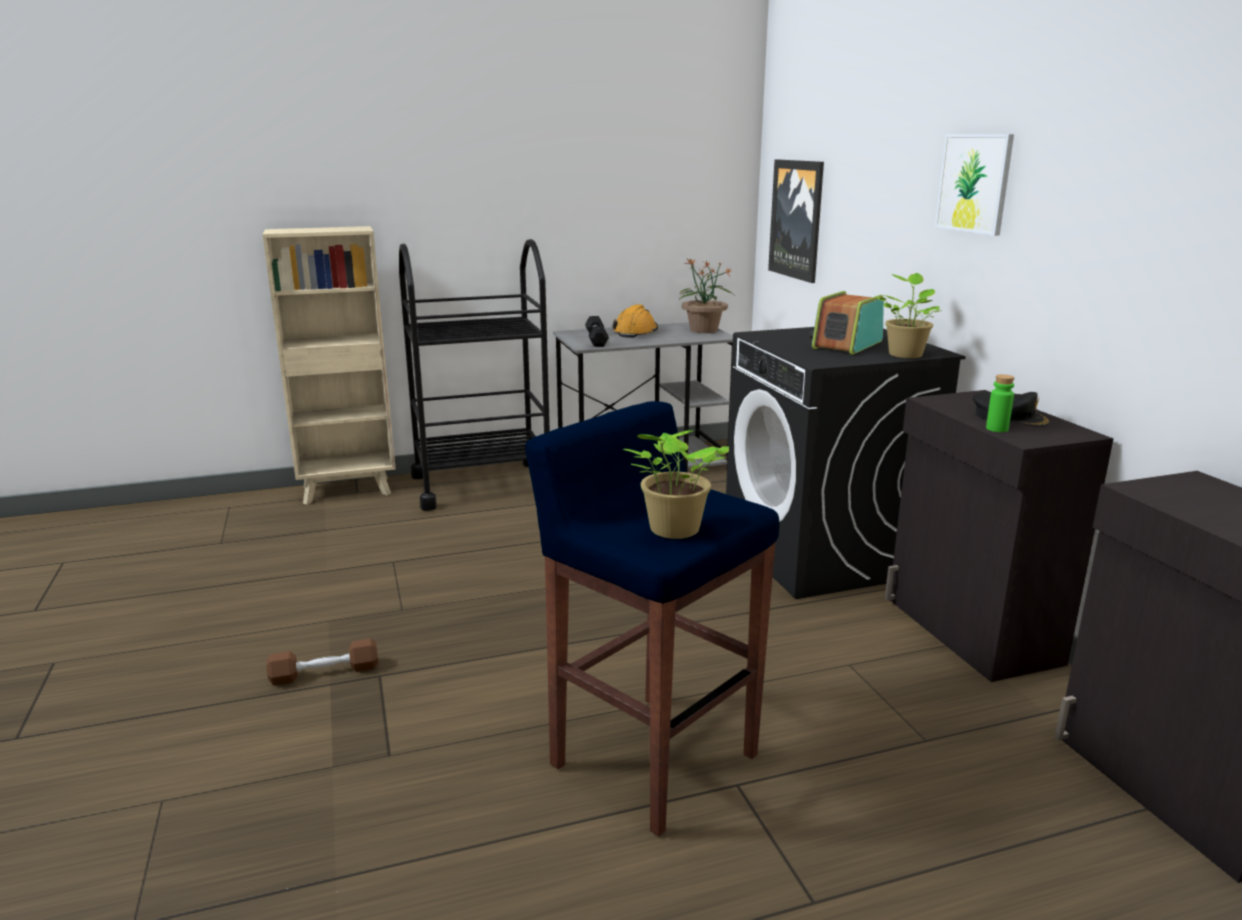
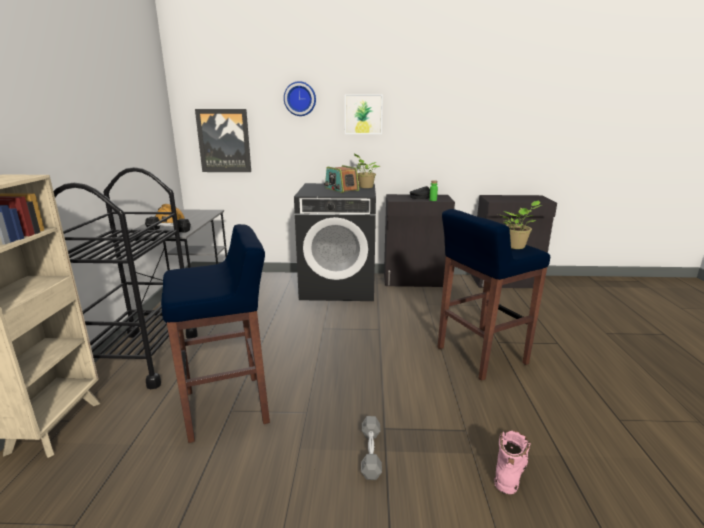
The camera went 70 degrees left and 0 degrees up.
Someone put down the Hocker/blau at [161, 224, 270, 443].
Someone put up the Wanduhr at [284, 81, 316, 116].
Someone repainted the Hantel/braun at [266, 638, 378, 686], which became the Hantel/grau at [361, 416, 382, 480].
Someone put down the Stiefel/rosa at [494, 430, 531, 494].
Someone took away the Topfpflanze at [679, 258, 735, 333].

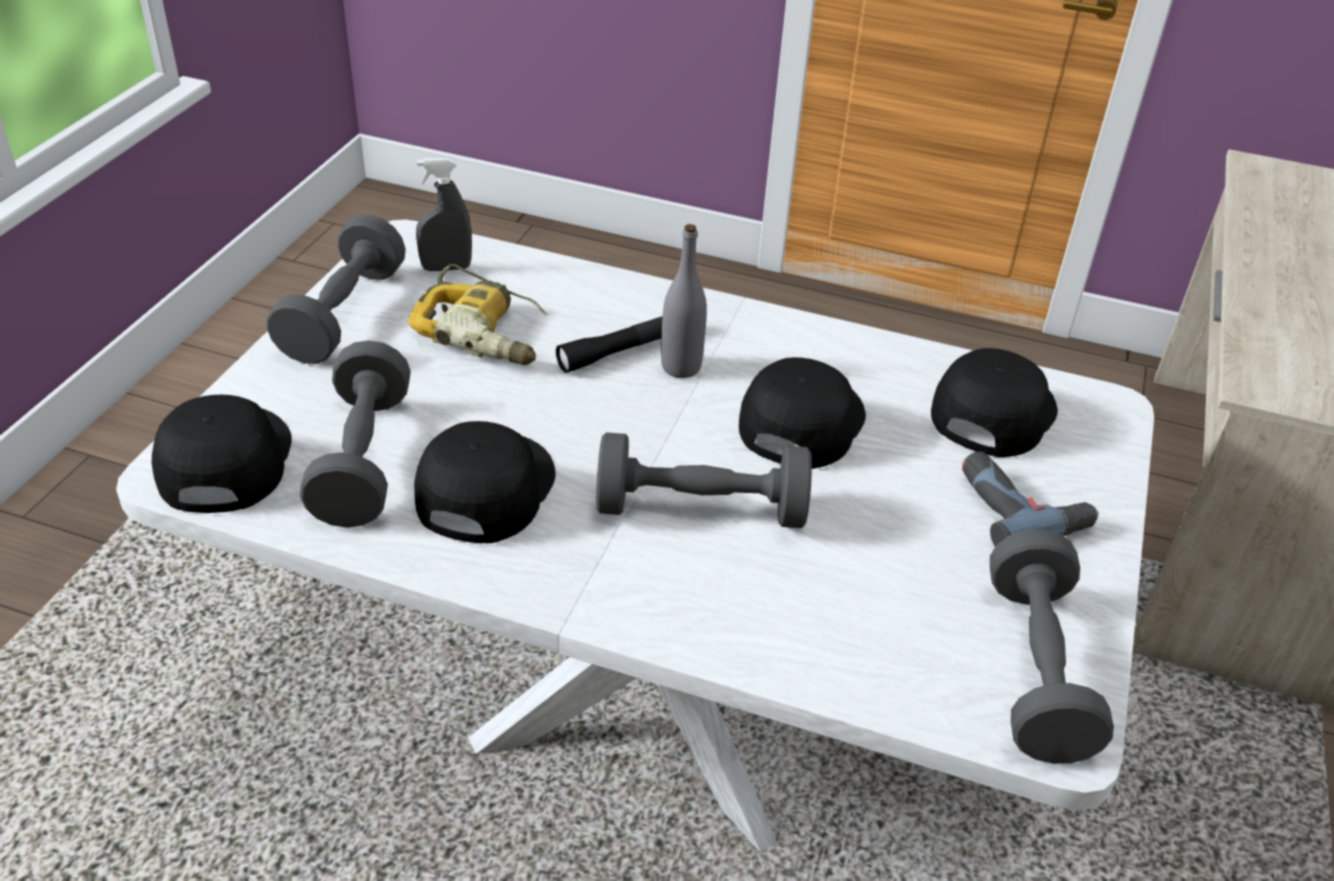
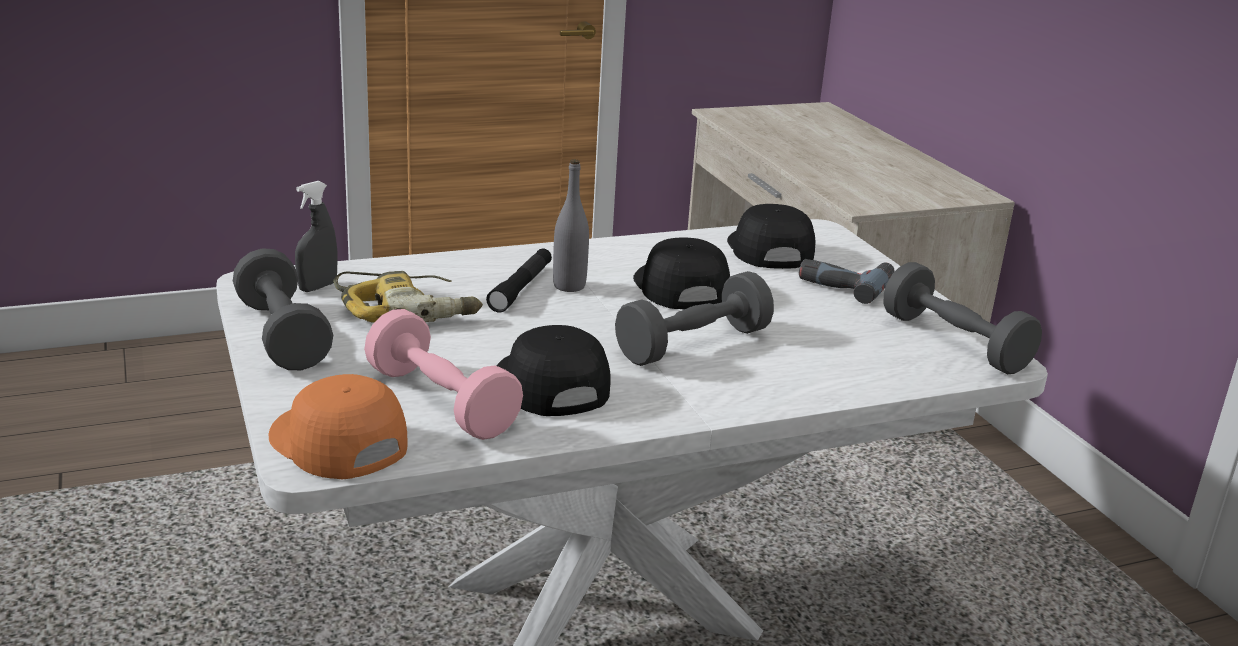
The camera went 40 degrees left and 15 degrees down.
Someone repainted the Kappe/schwarz at [152, 395, 292, 513], which became the Kappe/orange at [269, 374, 407, 479].
Someone repainted the Hantel/grau at [300, 340, 411, 528], which became the Hantel/rosa at [364, 309, 523, 440].

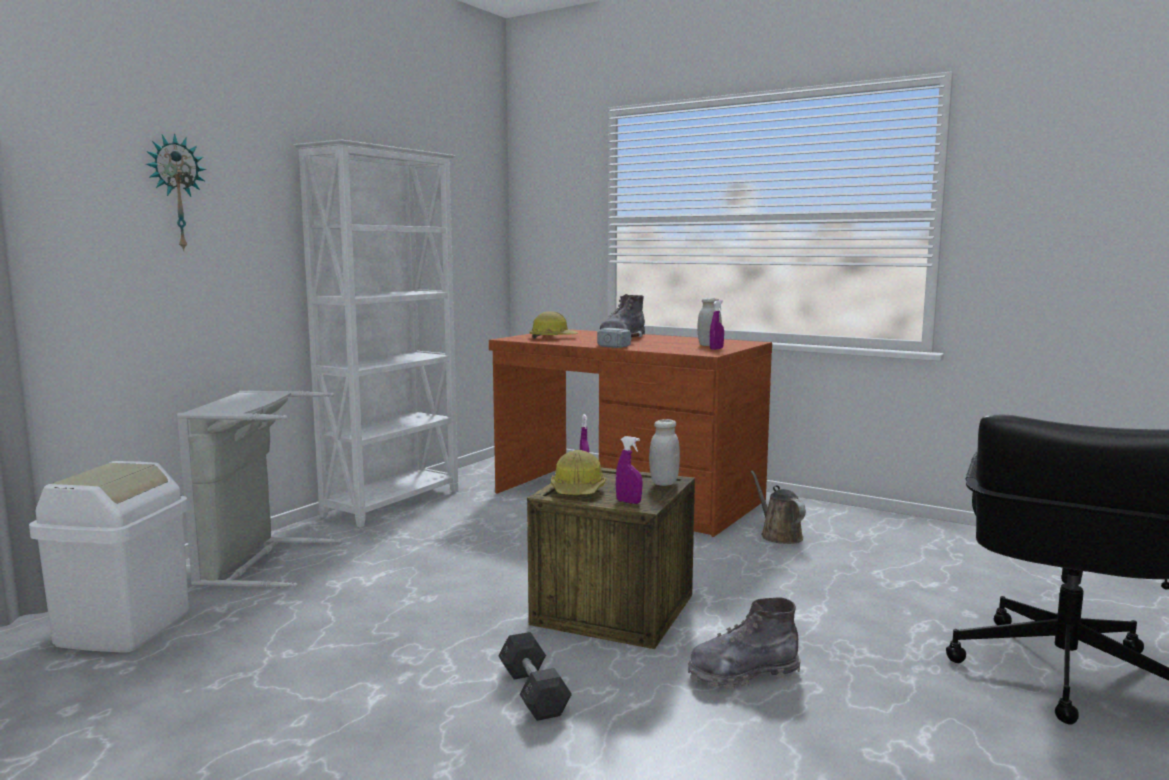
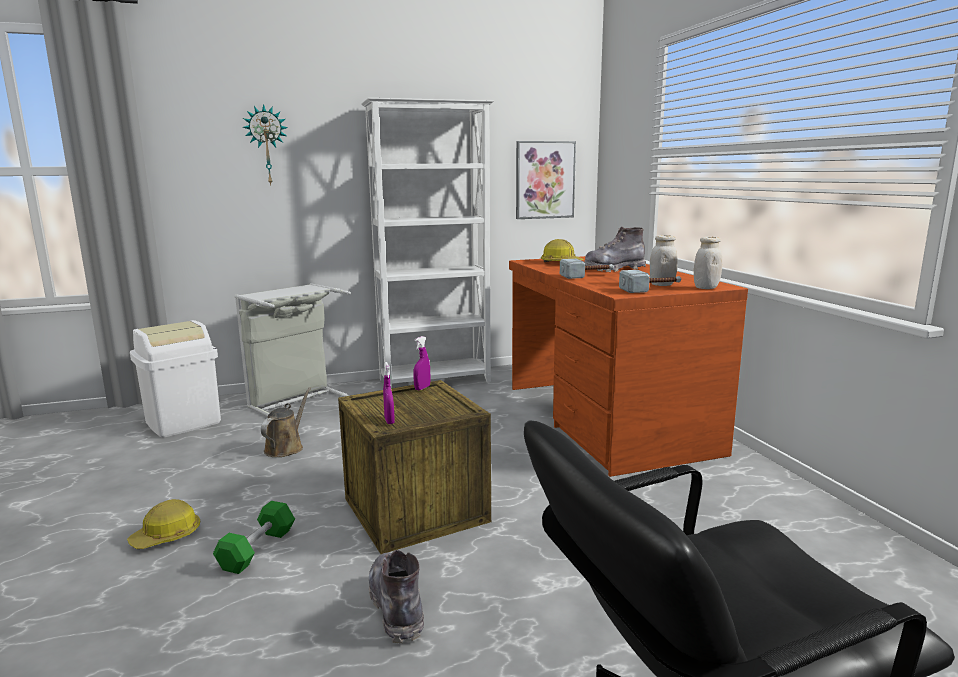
The camera went 40 degrees right and 5 degrees up.
Someone carried the Schutzhelm from [551, 450, 606, 495] to [127, 499, 200, 549].
Someone repainted the Hantel/grau at [498, 632, 572, 721], which became the Hantel/grün at [213, 501, 295, 574].
Someone carried the Gießkanne/braun from [750, 470, 806, 544] to [261, 387, 311, 457].
Someone rotated the Stiefel/grau at [688, 598, 801, 689] by 45 degrees clockwise.
Someone put up the Bild at [516, 141, 576, 219].
Someone swapped the Sprühflasche/lila at [710, 300, 724, 350] for the Hammer at [619, 270, 681, 293].
Someone carried the Vorratsglas/weiß from [649, 419, 680, 486] to [694, 237, 722, 289].

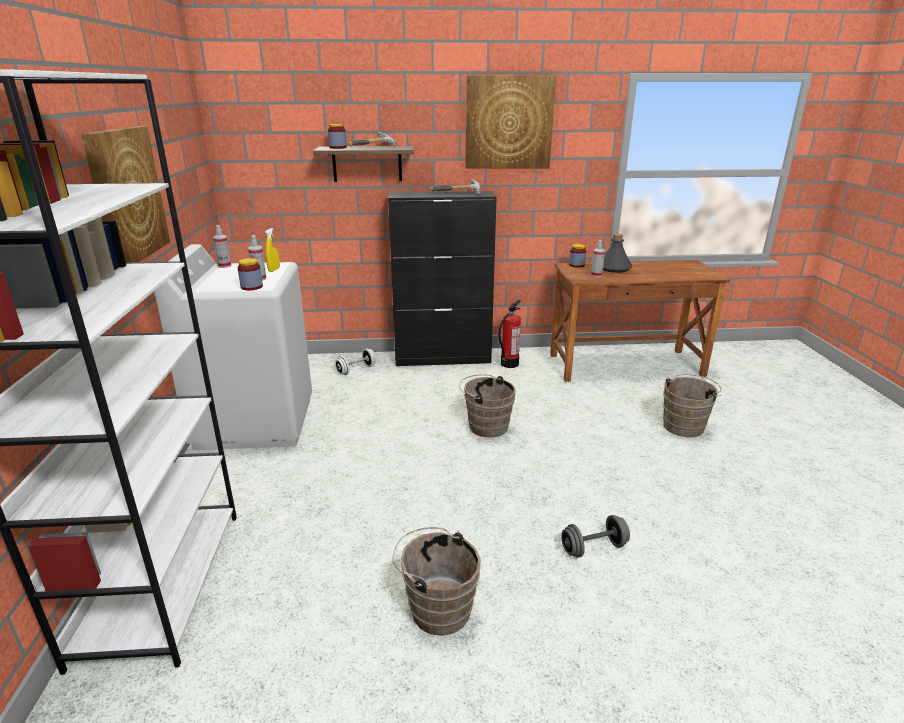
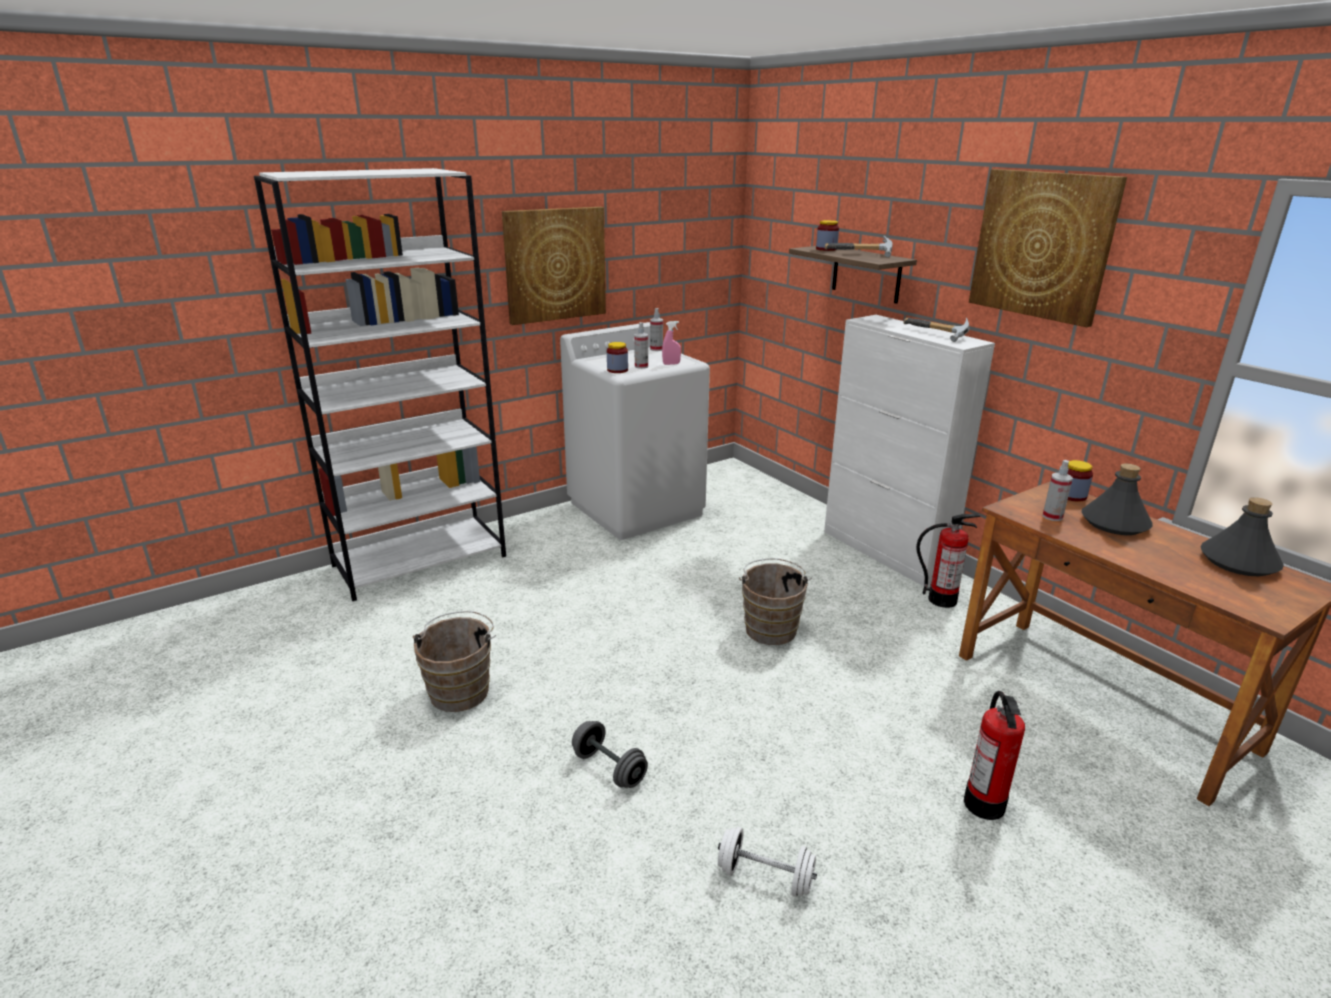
The camera went 60 degrees right and 0 degrees up.
Someone repainted the Sprühflasche/gelb at [265, 228, 280, 272], which became the Sprühflasche/rosa at [662, 321, 681, 365].
Someone carried the Hantel/weiß from [335, 348, 376, 375] to [718, 827, 817, 897].
Someone repainted the Schrank/schwarz at [388, 191, 497, 366], which became the Schrank/weiß at [824, 315, 995, 586].
Someone swapped the Eimer/braun at [663, 374, 722, 437] for the Feuerlöscher at [964, 691, 1025, 820].
Someone put down the Flasche/grau at [1200, 497, 1284, 576].

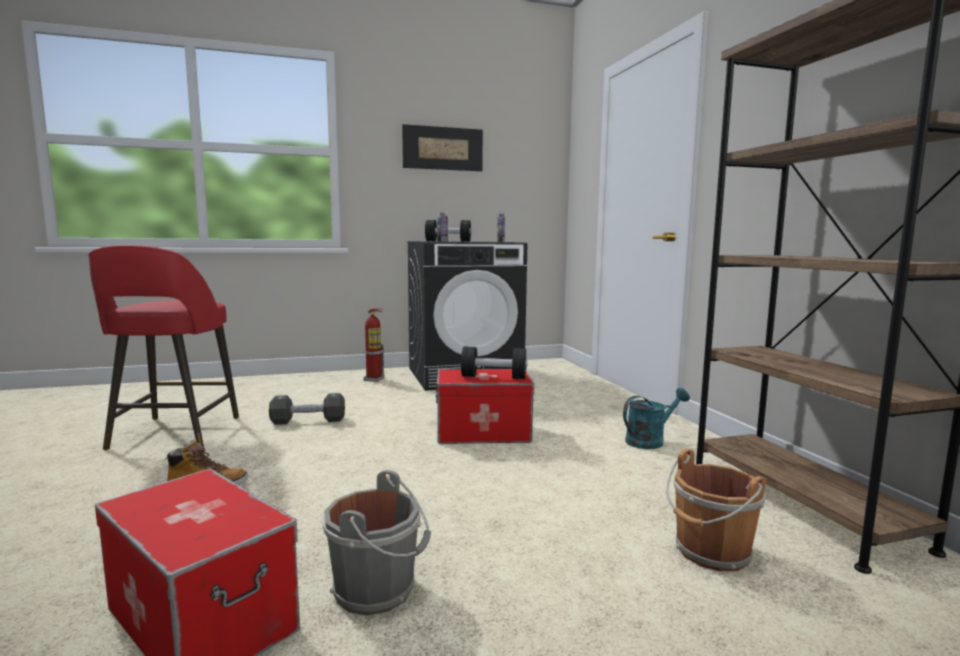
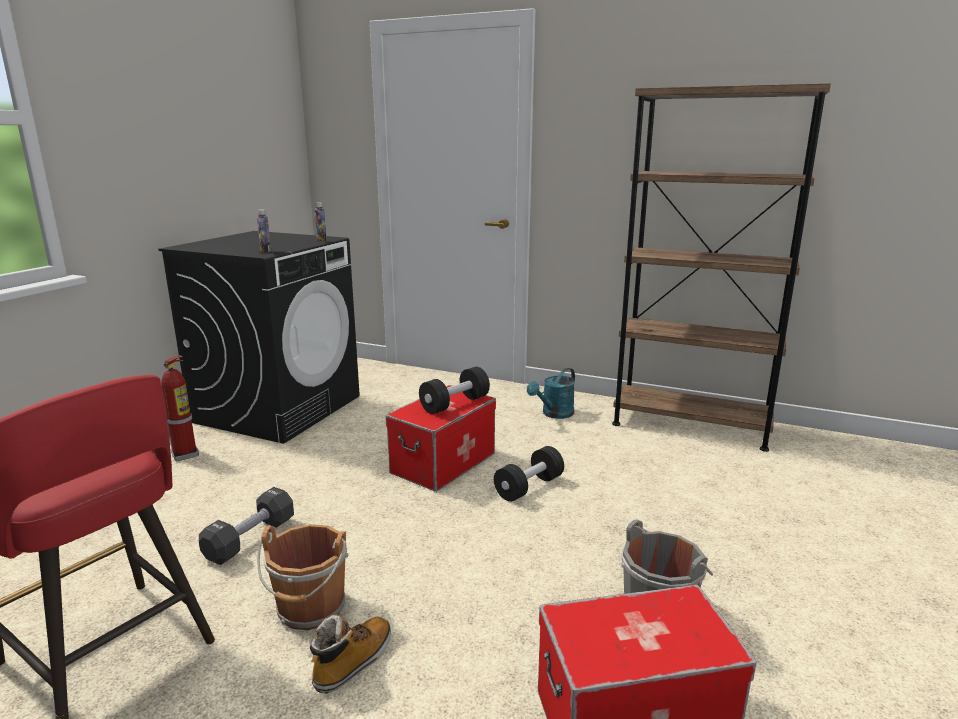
The camera went 50 degrees left and 10 degrees up.
Someone carried the Eimer/braun from [666, 449, 766, 571] to [257, 524, 349, 630].
Someone carried the Hantel/schwarz from [425, 220, 471, 242] to [494, 446, 564, 502].
Someone rotated the Gießkanne/türkis at [623, 388, 690, 449] by 150 degrees counterclockwise.
Someone took away the Bild at [402, 124, 483, 171].

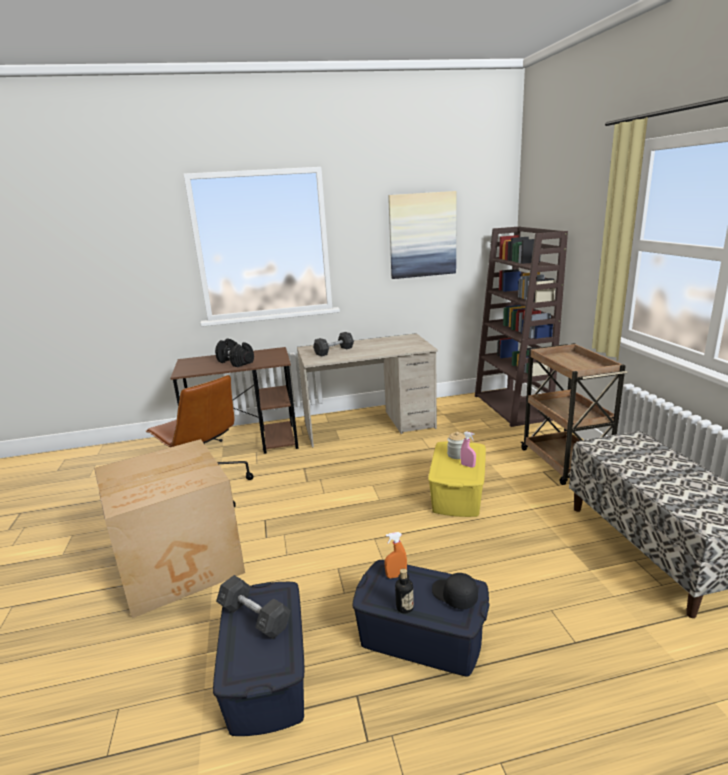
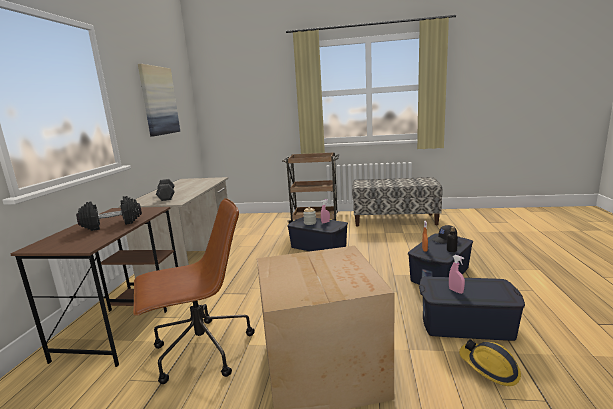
The camera went 70 degrees left and 5 degrees down.
Someone repainted the Aufbewahrungsbox/gelb at [428, 441, 486, 517], which became the Aufbewahrungsbox/blau at [287, 217, 348, 251].
Someone swapped the Hantel/grau at [216, 575, 291, 639] for the Sprühflasche/rosa at [449, 255, 465, 294].
Someone put down the Schutzhelm at [459, 339, 521, 386].
Someone took away the Bücherregal/braun at [475, 226, 568, 427].

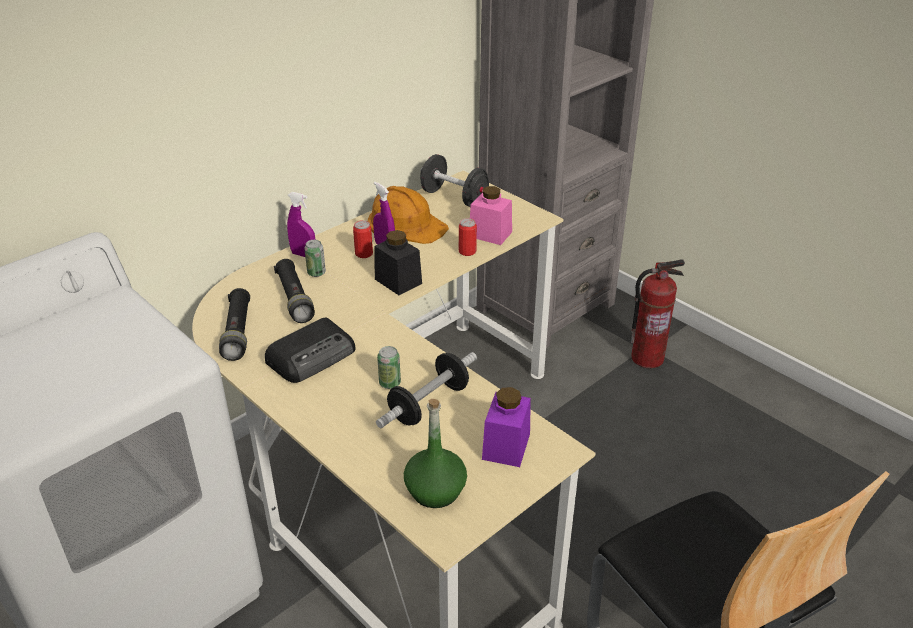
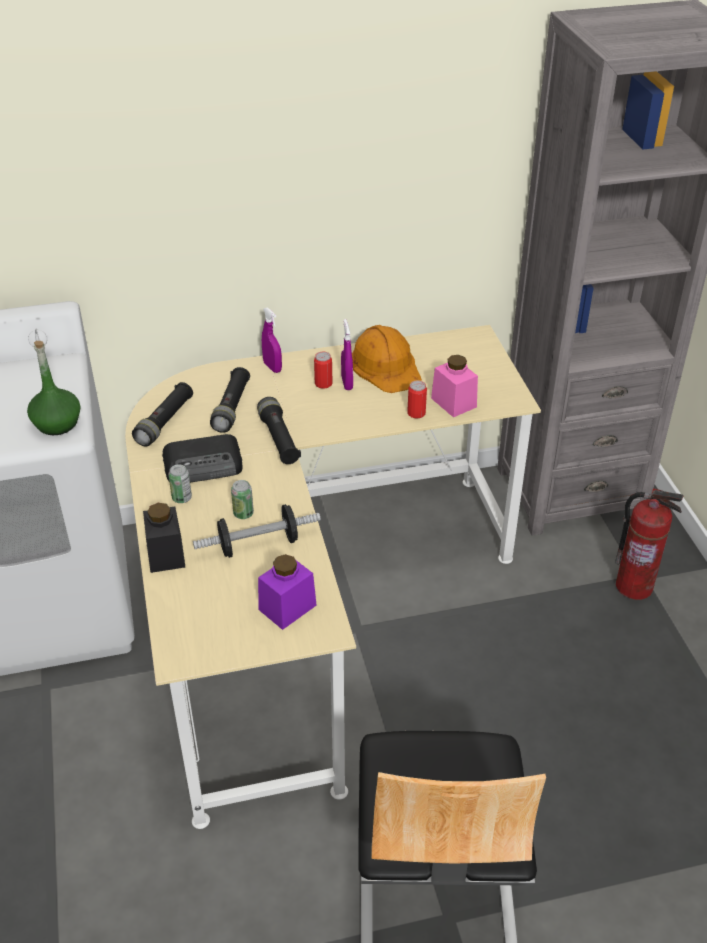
The camera went 30 degrees right and 5 degrees up.
Someone carried the Flasche/grün from [404, 399, 467, 508] to [27, 341, 81, 435].
Someone carried the Vorratsglas/schwarz from [374, 230, 422, 295] to [143, 503, 185, 573].
Someone carried the Dose from [304, 240, 326, 277] to [168, 464, 192, 503].
Someone put down the Taschenlampe/schwarz at [257, 397, 301, 464].
Someone took away the Hantel/schwarz at [420, 154, 489, 207].

